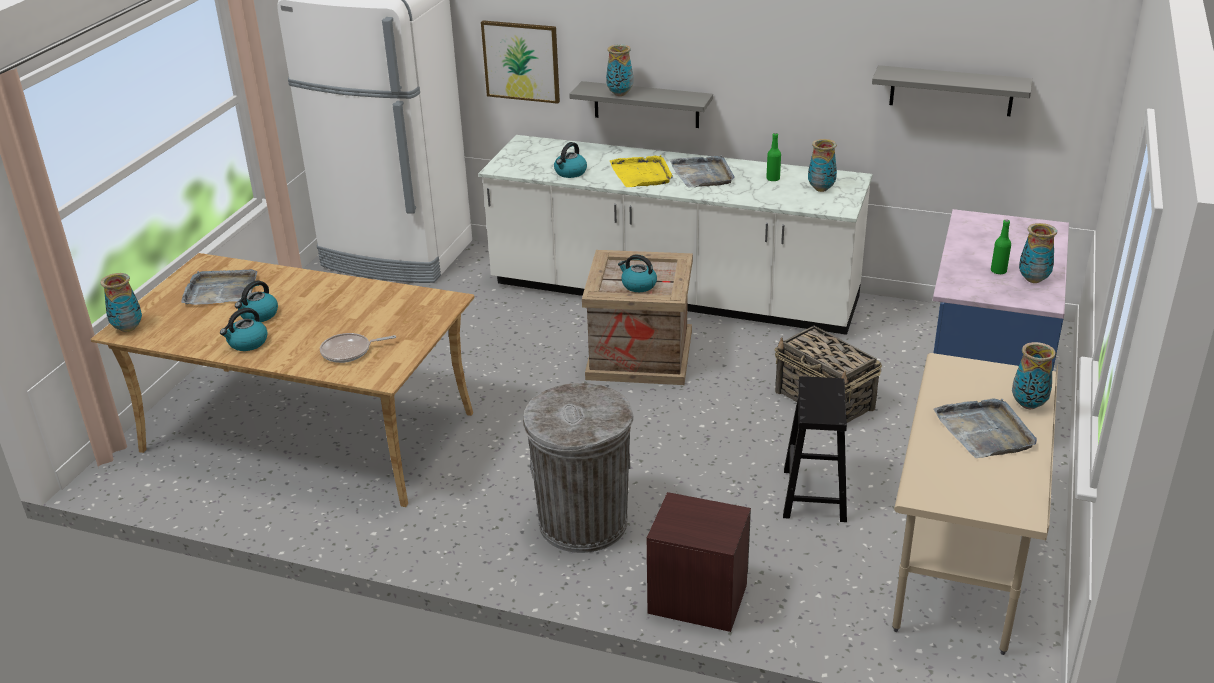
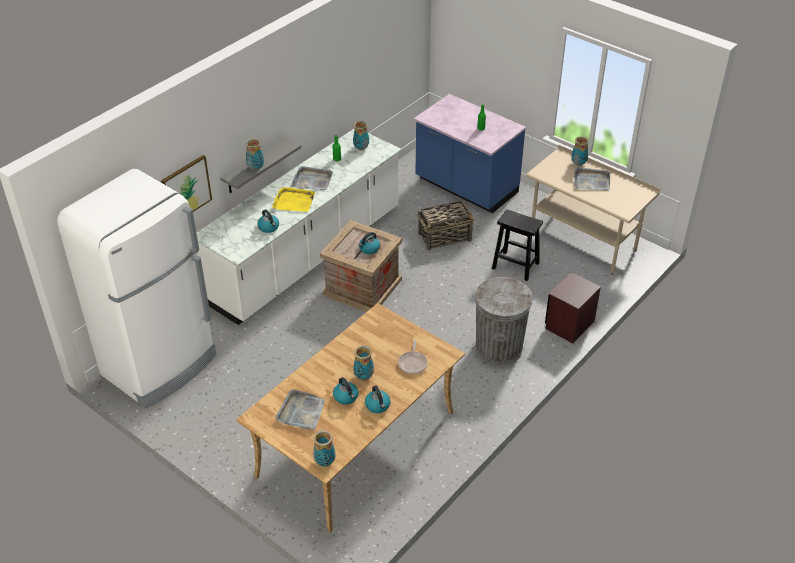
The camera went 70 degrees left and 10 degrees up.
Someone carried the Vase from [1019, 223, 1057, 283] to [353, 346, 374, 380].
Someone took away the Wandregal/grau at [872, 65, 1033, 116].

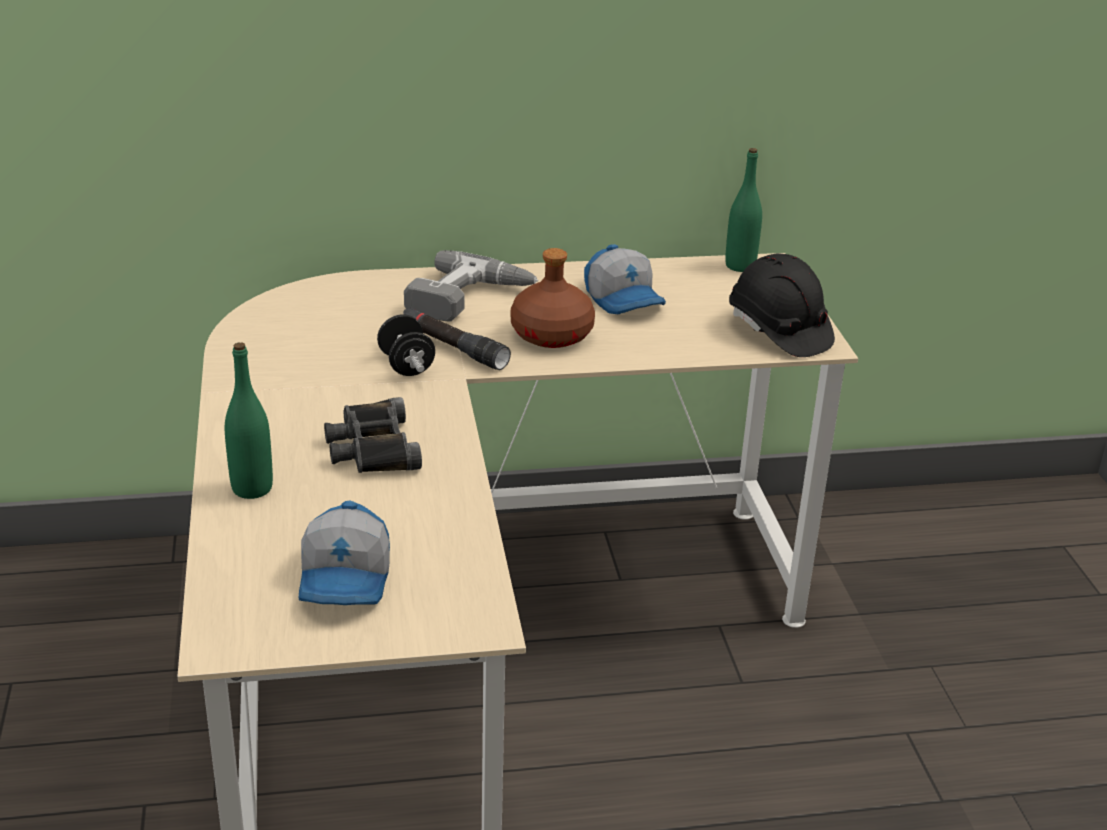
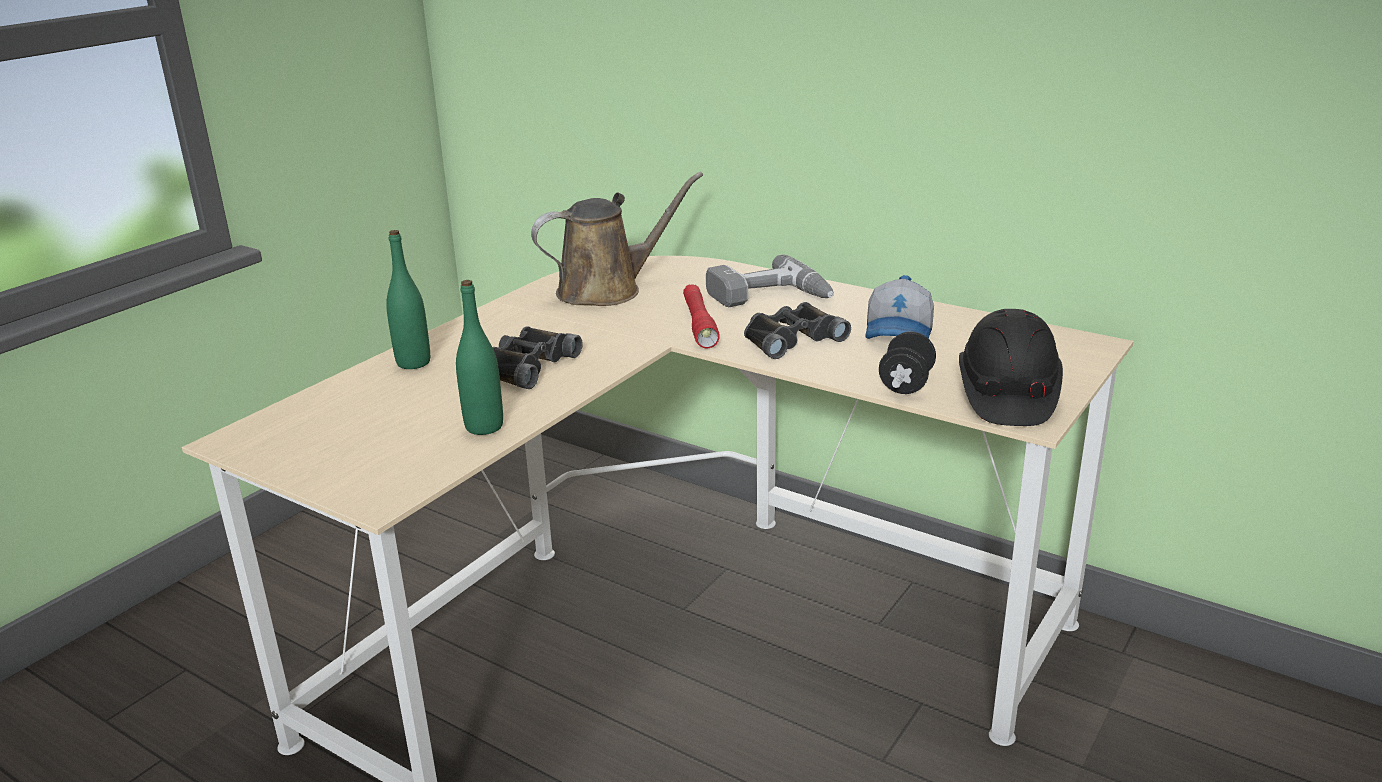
The camera went 45 degrees right and 5 degrees down.
Someone carried the Flasche/grün from [725, 148, 762, 272] to [456, 280, 503, 435].
Someone put down the Gießkanne/braun at [531, 172, 703, 306].
Someone repainted the Taschenlampe/schwarz at [403, 308, 511, 370], which became the Taschenlampe/rot at [683, 285, 720, 349].
Someone swapped the Flasche/braun at [510, 248, 595, 348] for the Fernglas/schwarz at [744, 302, 851, 359].
Someone carried the Hantel/schwarz from [377, 314, 435, 376] to [879, 332, 936, 394].
Someone took away the Kappe at [299, 500, 390, 605].

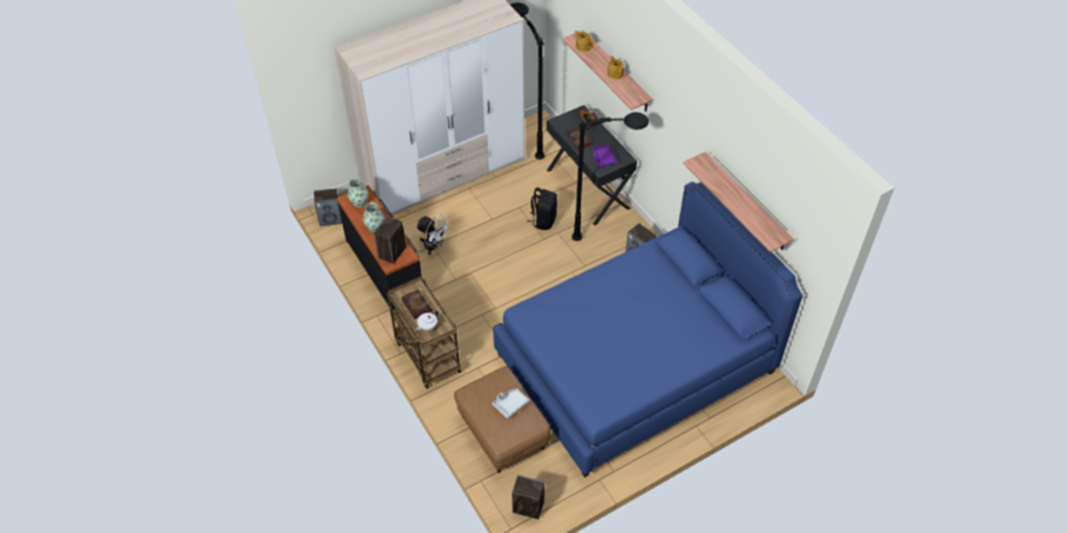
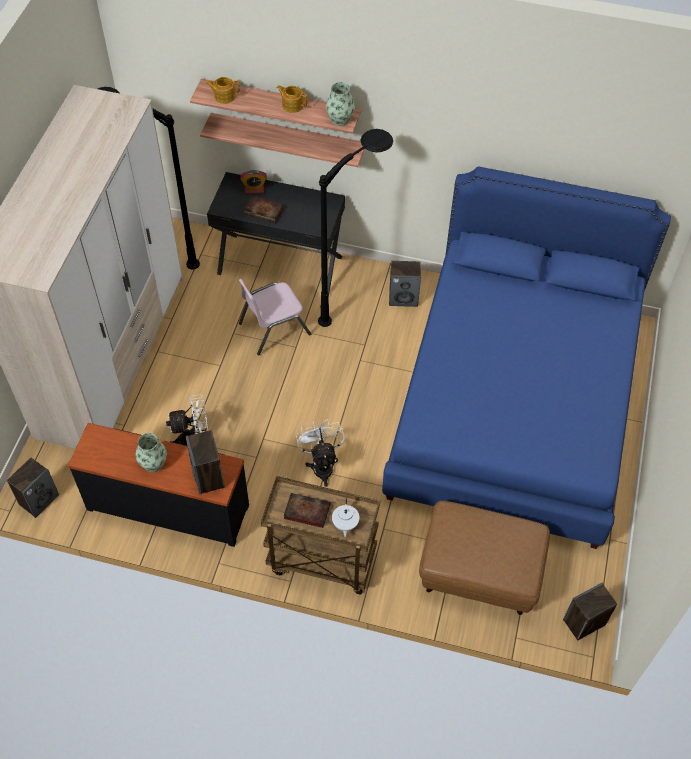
The camera went 45 degrees left and 5 degrees up.
Someone carried the Wandregal from [683, 152, 794, 252] to [200, 113, 364, 167].
Someone swapped the Rucksack/schwarz at [527, 188, 557, 230] for the Stuhl/rosa at [239, 279, 311, 355].
Someone put down the Ventilator/weiß at [296, 419, 345, 487].
Someone carried the Vase from [348, 178, 369, 207] to [326, 82, 355, 126].
Someone took away the Tablett/grau at [492, 388, 529, 419].
Someone took away the Tablett/lila at [593, 144, 617, 168].

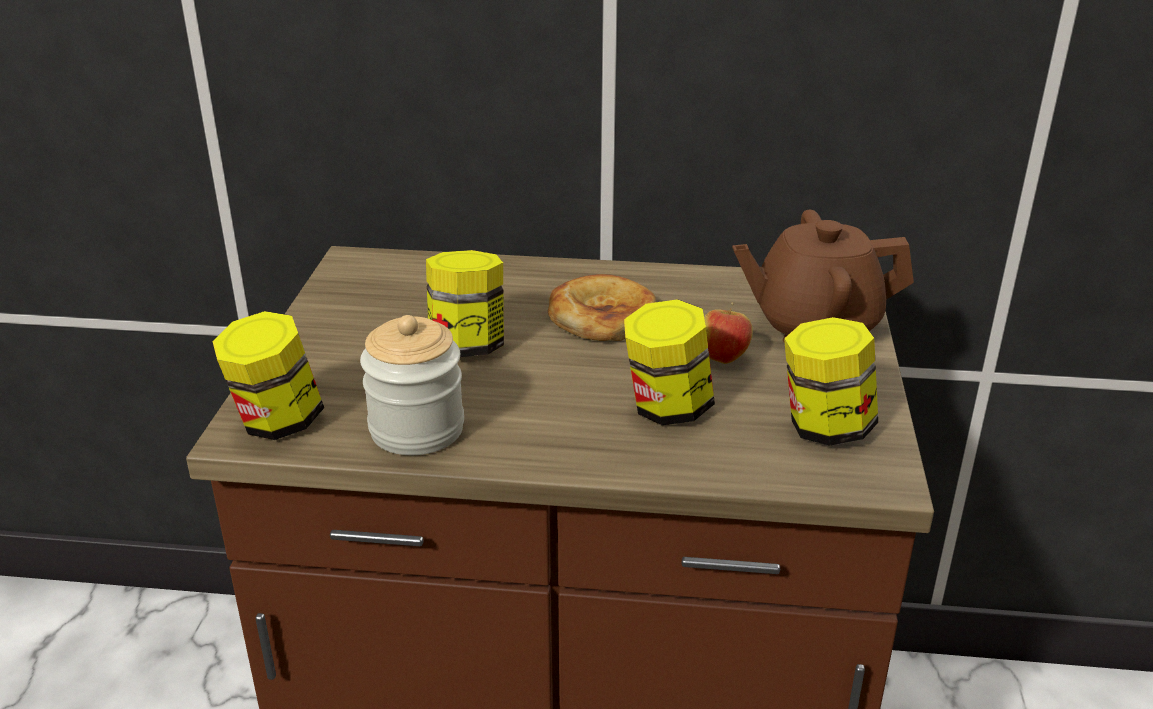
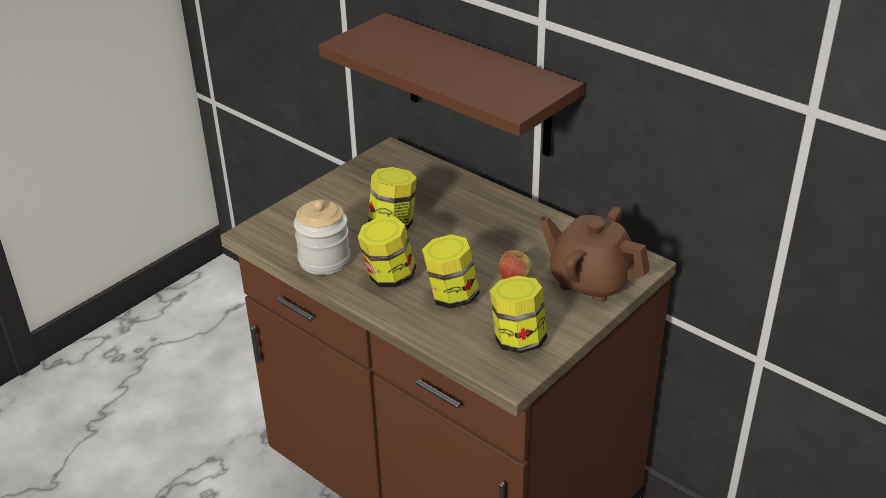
The camera went 35 degrees right and 5 degrees up.
Someone put up the Wandregal/braun at [318, 13, 584, 157].
Someone carried the Vorratsglas from [213, 311, 324, 440] to [358, 217, 416, 287].
Someone took away the Brot at [548, 274, 656, 341].

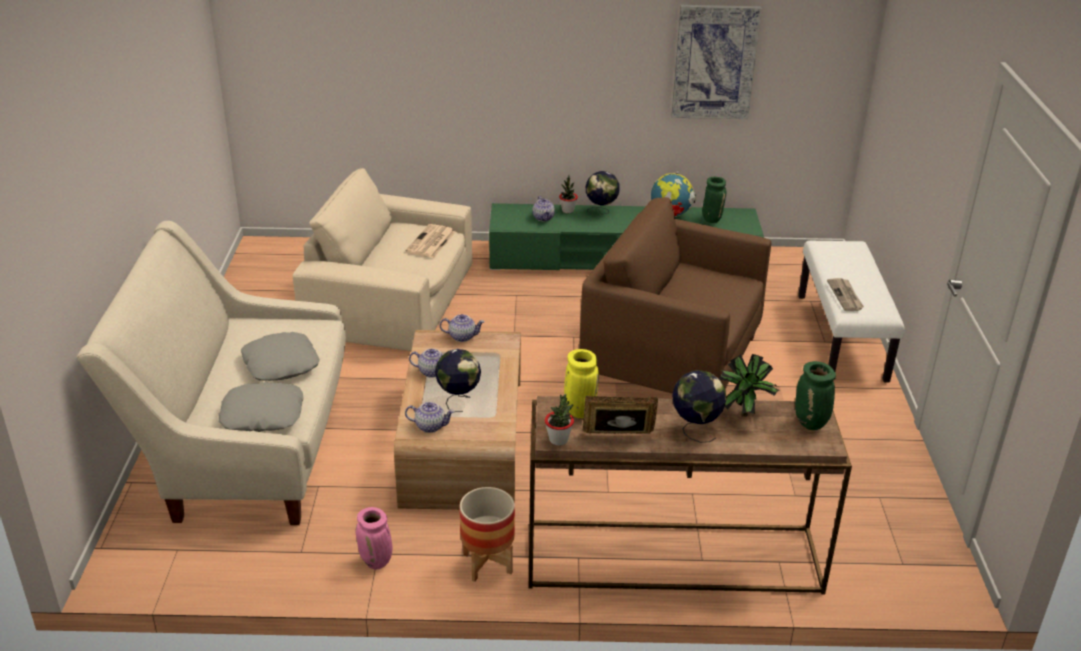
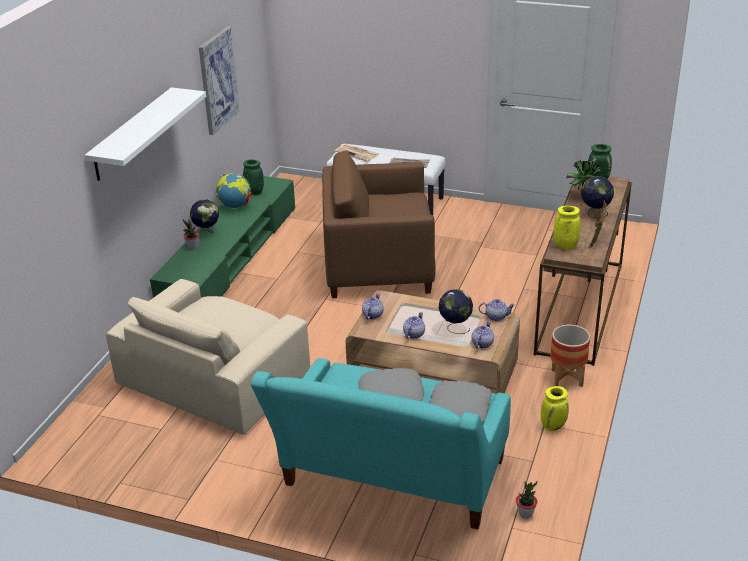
The camera went 70 degrees left and 0 degrees up.
Someone put up the Wandregal/weiß at [85, 87, 206, 181].
Someone repainted the Sofa/beige at [77, 221, 346, 525], which became the Sofa/türkis at [251, 358, 511, 529].
Someone rotated the Sessel/braun at [579, 197, 771, 393] by 45 degrees clockwise.
Someone carried the Zeitung from [405, 224, 456, 258] to [335, 144, 380, 162].
Someone carried the Teekanne from [533, 196, 555, 221] to [479, 299, 515, 321].
Someone carried the Topfpflanze from [545, 394, 574, 446] to [516, 481, 537, 519].
Someone repainted the Vase/rosa at [355, 507, 392, 570], which became the Vase/gelb at [541, 386, 569, 431].

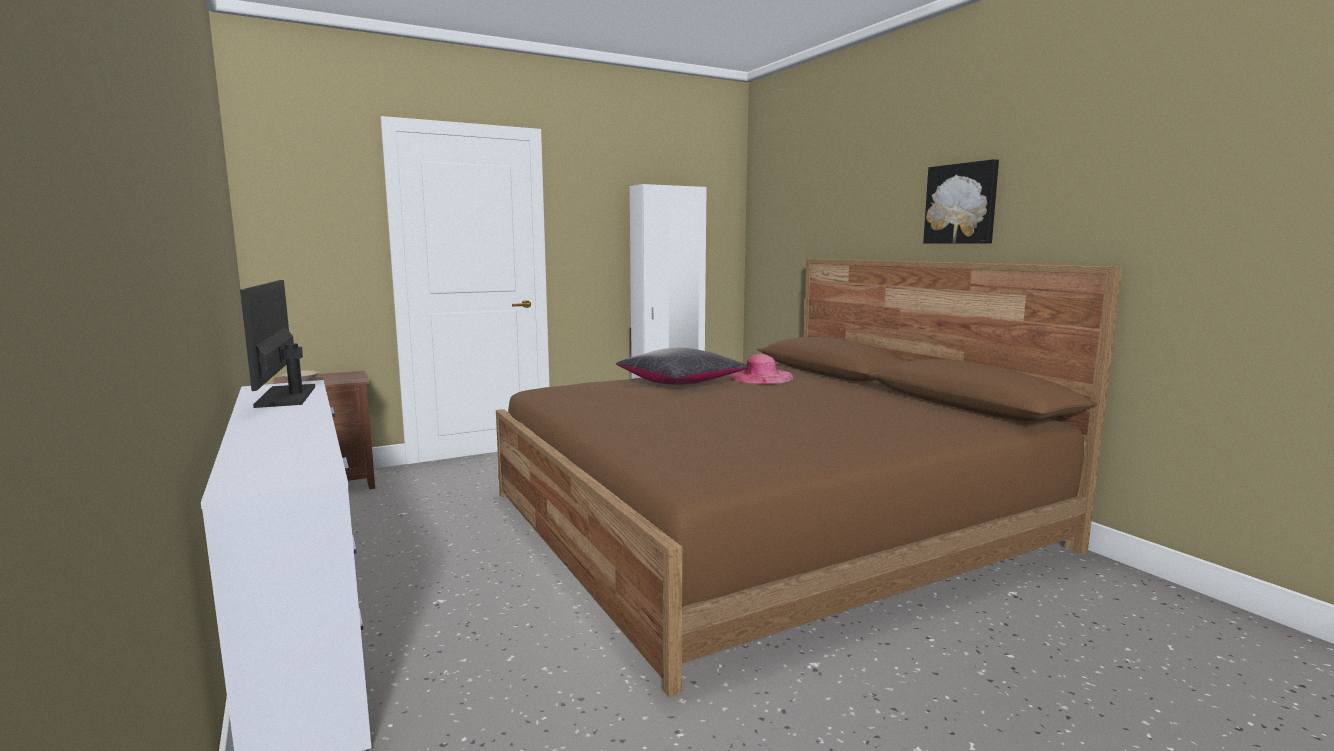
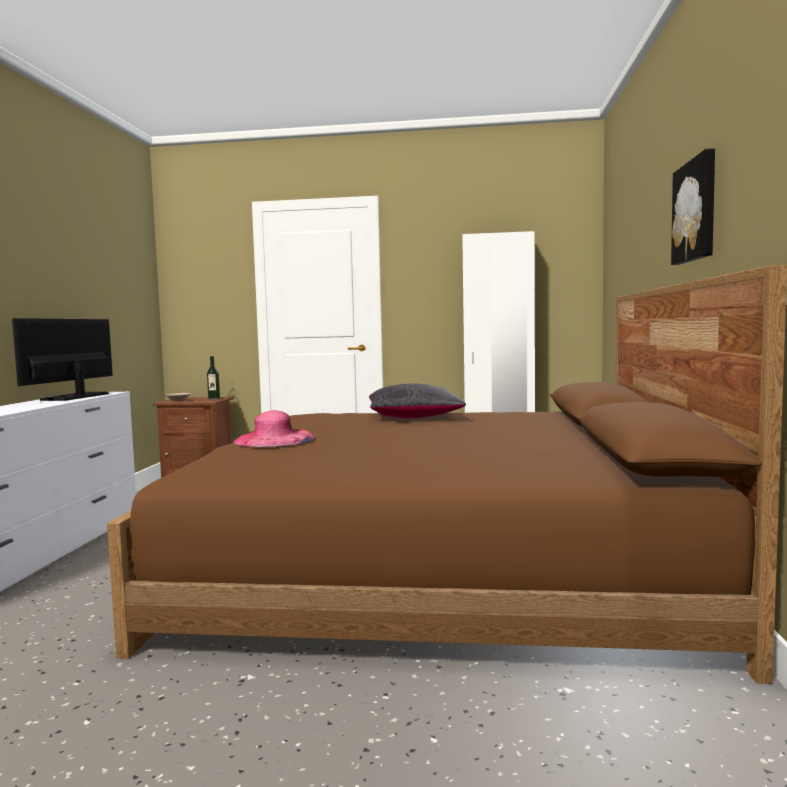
The camera went 35 degrees right and 5 degrees down.
Someone put down the Flasche at [207, 356, 220, 400].
Someone carried the Hut/rosa from [729, 354, 794, 384] to [233, 410, 315, 447].

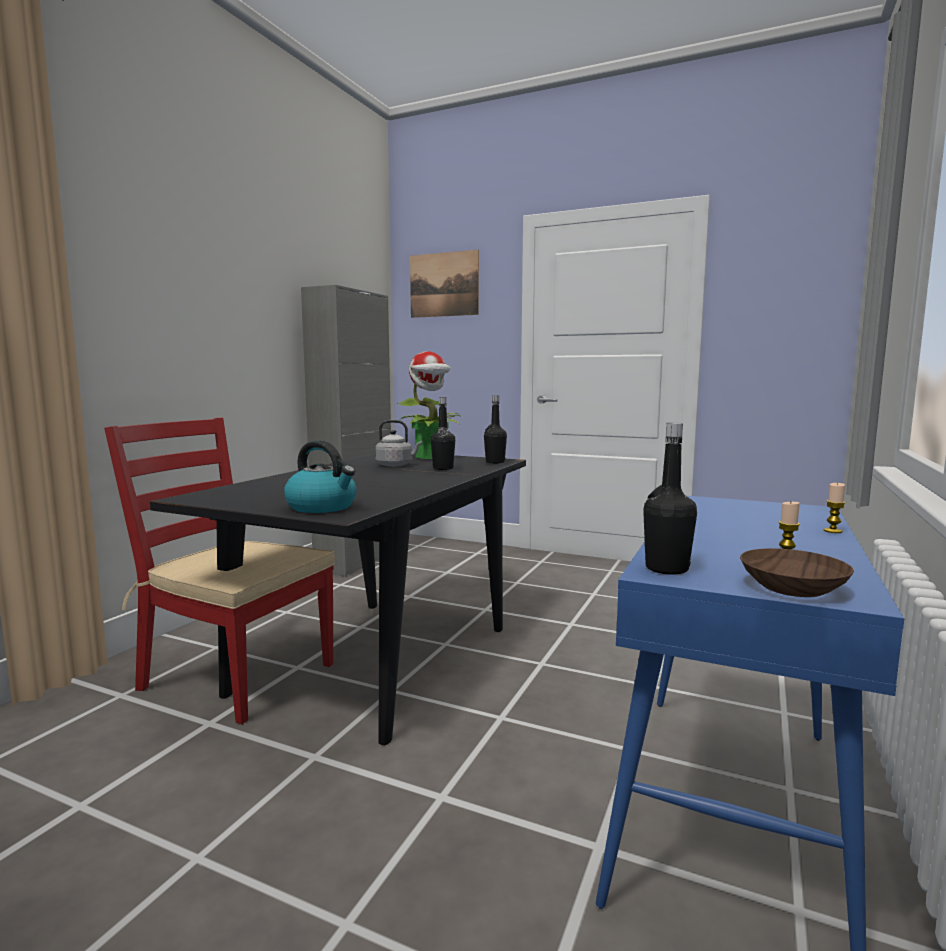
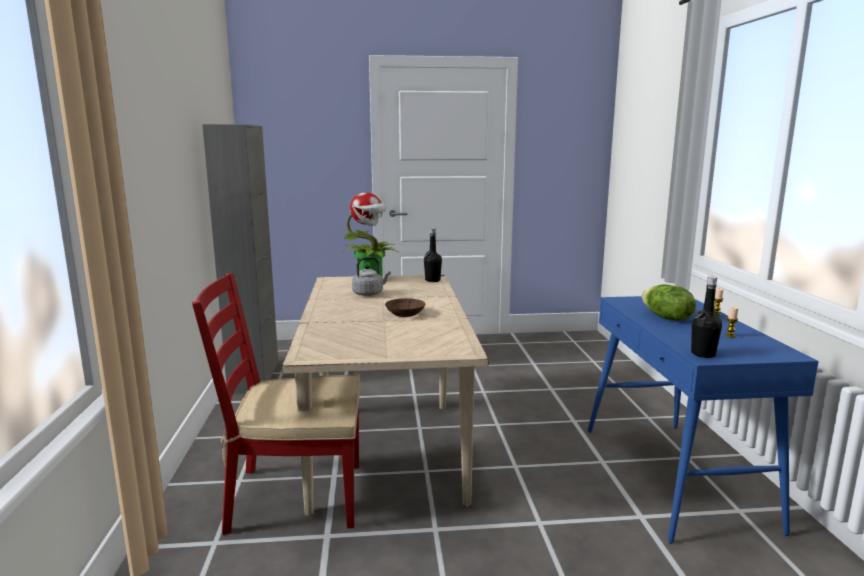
The camera went 30 degrees left and 5 degrees up.
Someone repainted the Esstisch/schwarz at [150, 454, 526, 746], which became the Esstisch/beige at [282, 275, 488, 516].
Someone carried the Schüssel/braun from [740, 548, 854, 597] to [385, 298, 425, 317].
Someone put down the Salatkopf at [642, 284, 696, 321].
Someone took away the Wasserkessel at [284, 440, 357, 513].
Someone took away the Bild at [410, 250, 479, 318].
Someone took away the Flasche/schwarz at [431, 397, 455, 470].

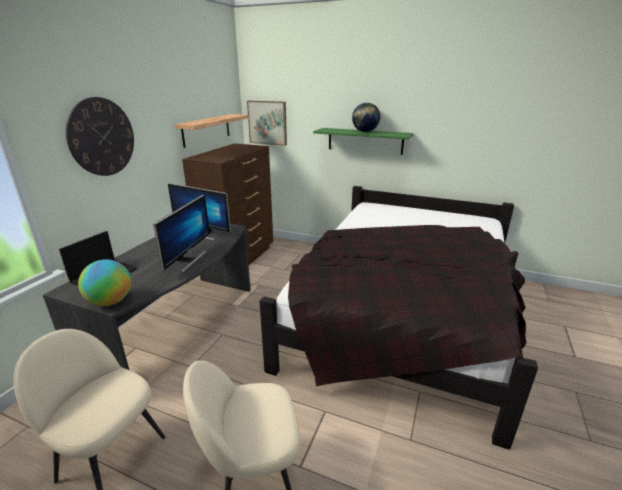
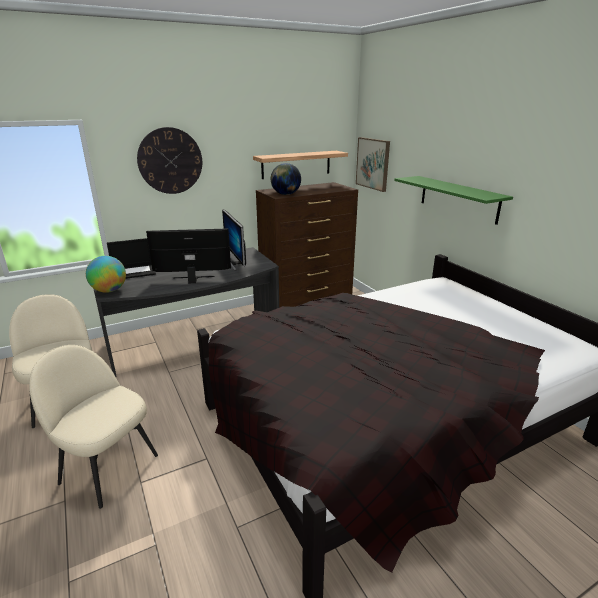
The camera went 40 degrees right and 0 degrees up.
Someone rotated the Monitor at [153, 195, 210, 272] by 150 degrees counterclockwise.
Someone carried the Globus from [352, 103, 380, 132] to [271, 163, 301, 195].

